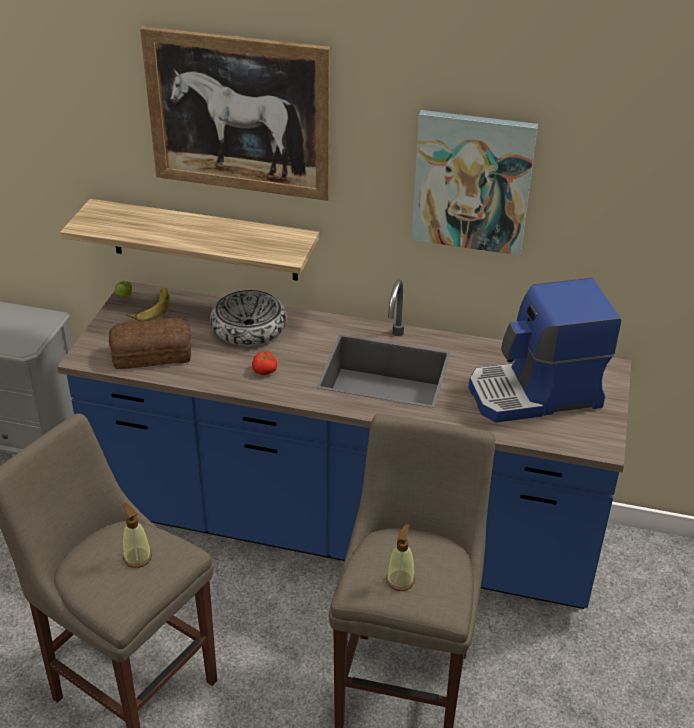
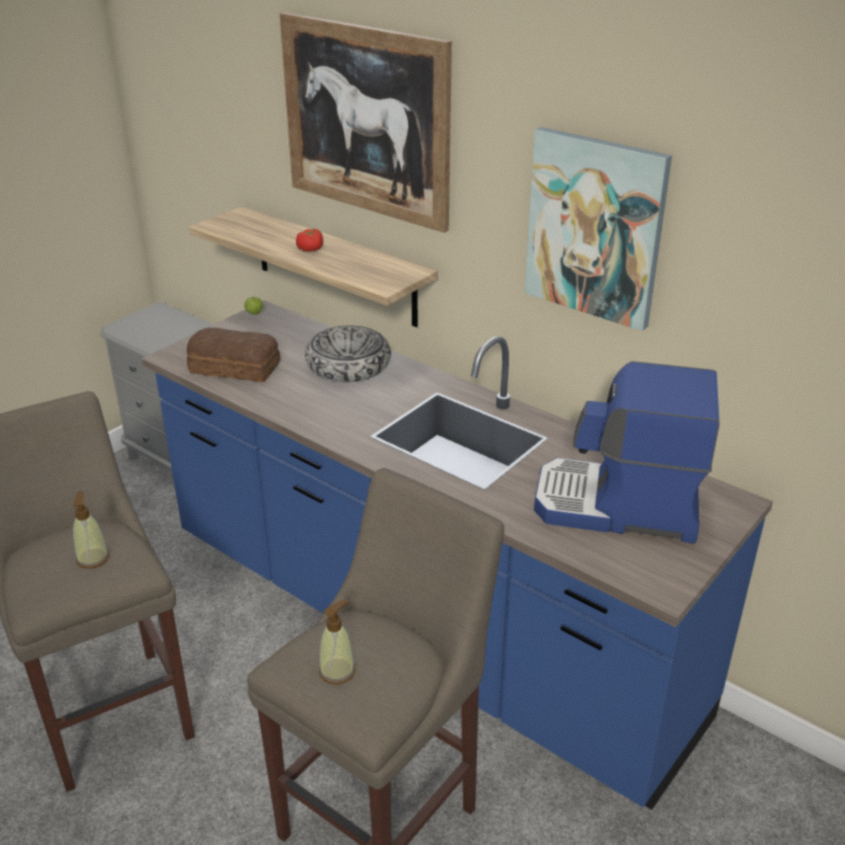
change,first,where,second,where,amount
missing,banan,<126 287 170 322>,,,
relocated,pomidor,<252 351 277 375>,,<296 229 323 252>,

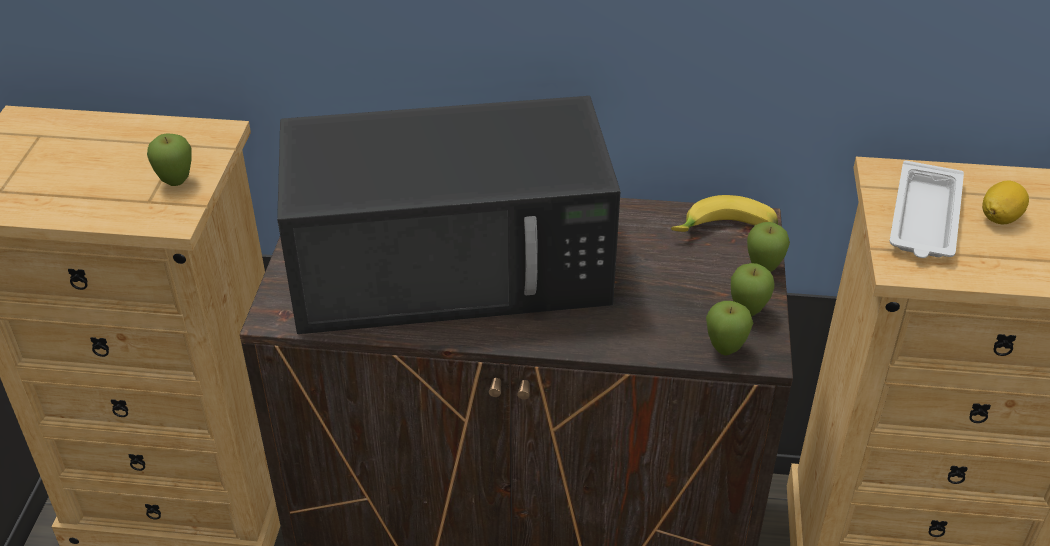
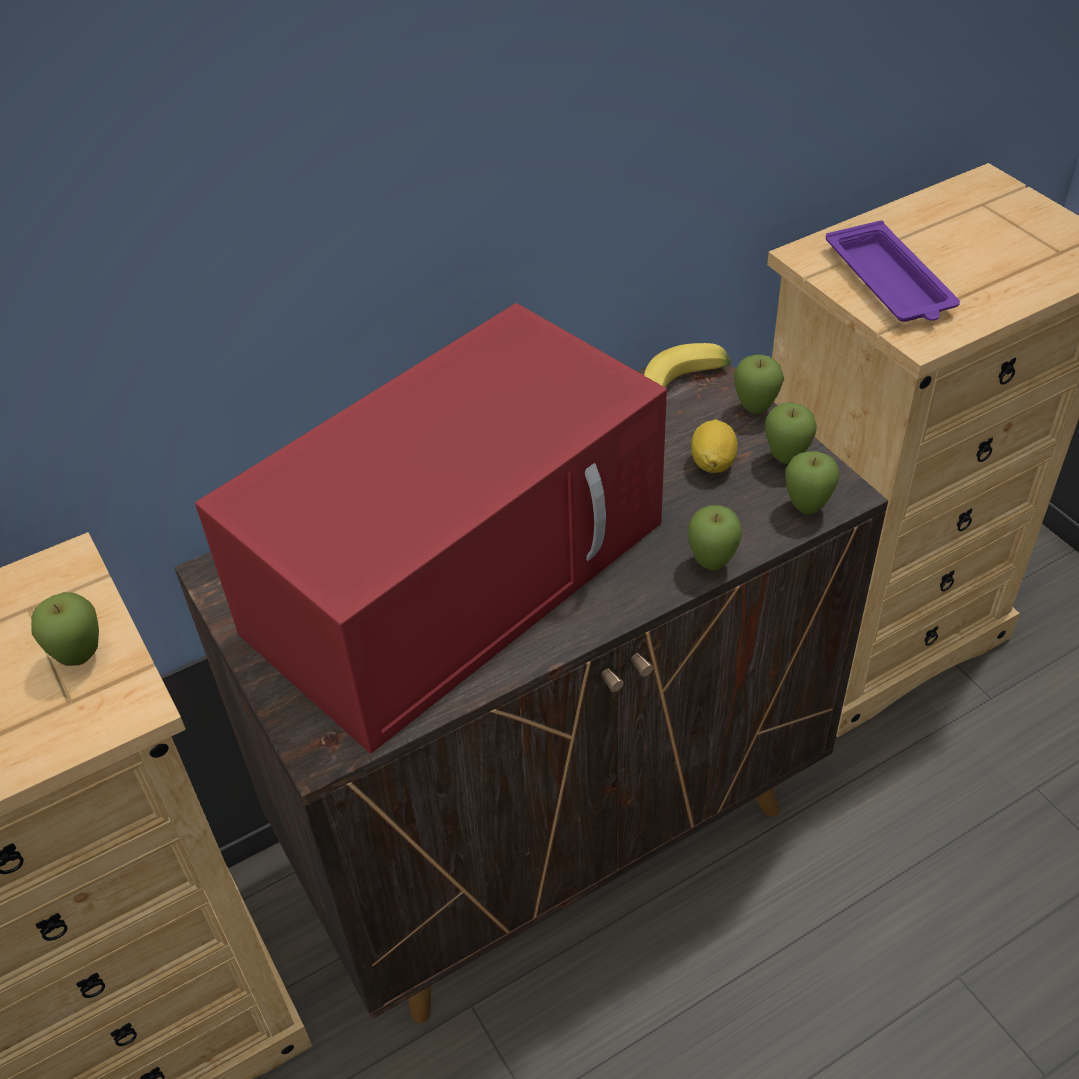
change,first,where,second,where,amount
colour,mikrofalówka [czarny],<277 96 621 334>,mikrofalówka [czerwony],<195 303 667 754>,
colour,taca [biały],<890 160 964 258>,taca [fioletowy],<826 220 960 322>,
relocated,cytryna,<982 181 1029 224>,,<691 419 738 473>,
appeared,,,jabłko,<688 505 742 570>,

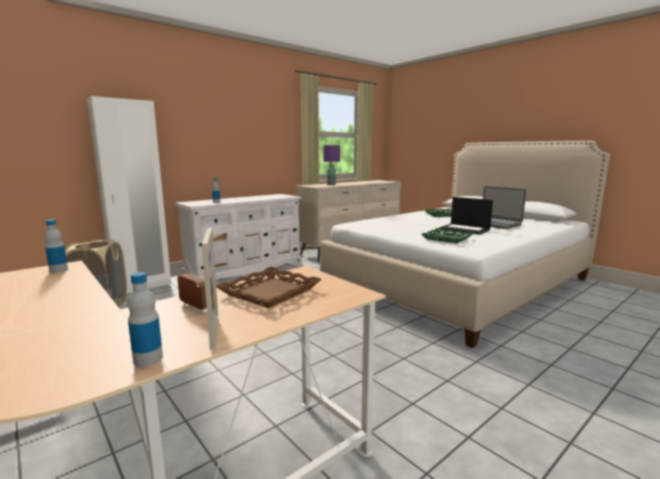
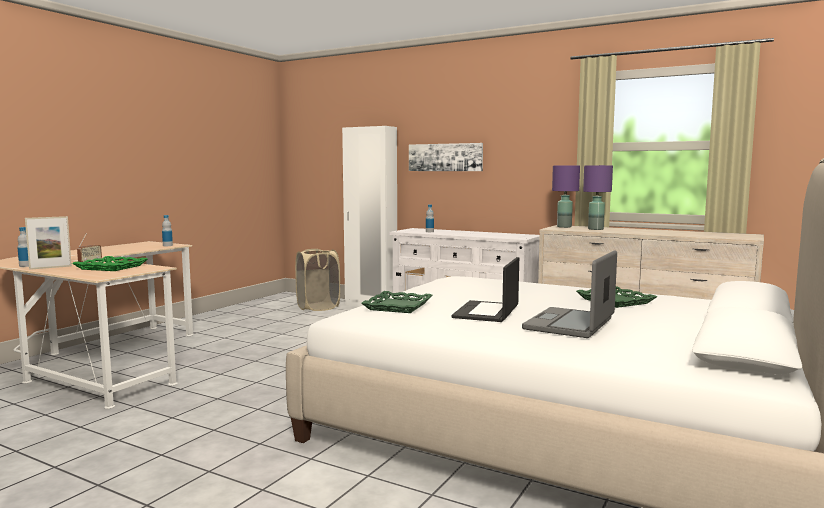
change,first,where,second,where,amount
colour,taca [brązowy],<216 267 321 308>,taca [zielony],<72 256 148 271>,
appeared,,,obraz,<409 143 483 171>,
appeared,,,lampa stołowa [fioletowy],<552 166 580 228>,

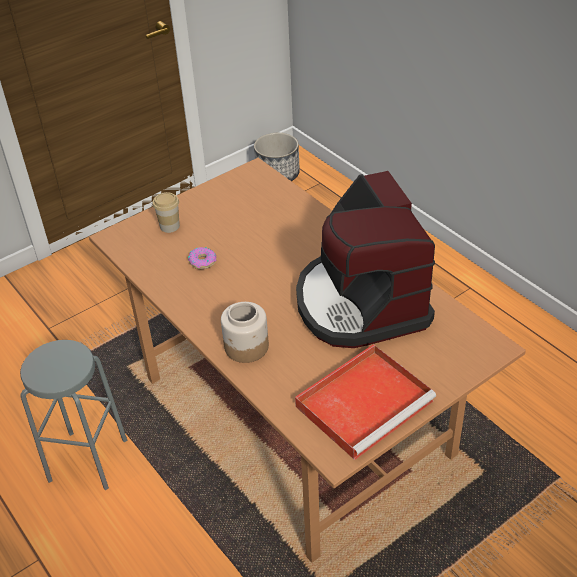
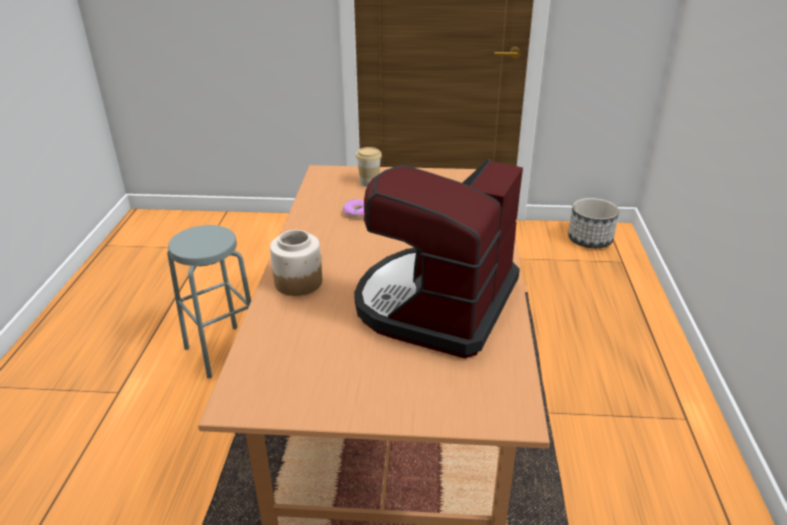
change,first,where,second,where,amount
missing,taca [czerwony],<295 344 436 460>,,,

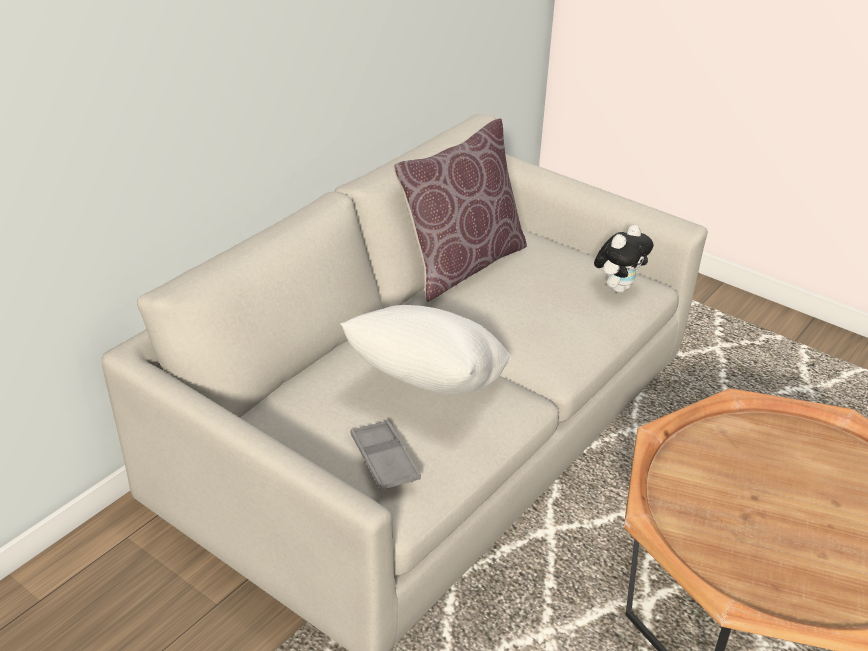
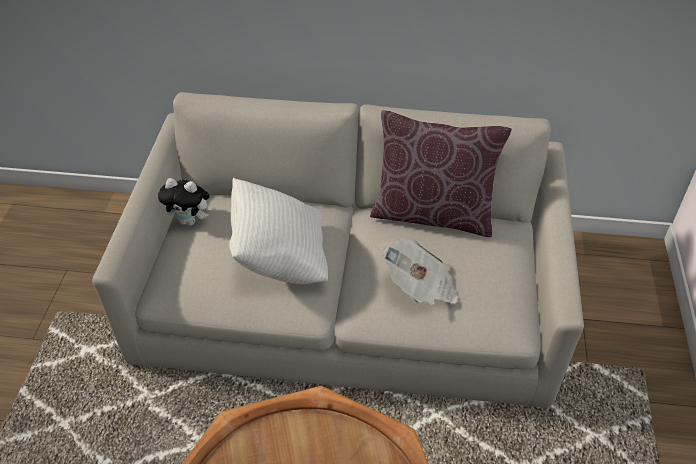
change,first,where,second,where,amount
missing,taca [szary],<351 420 421 490>,,,
relocated,pluszak,<594 225 654 293>,,<158 178 212 226>,
appeared,,,gazeta,<383 238 458 305>,

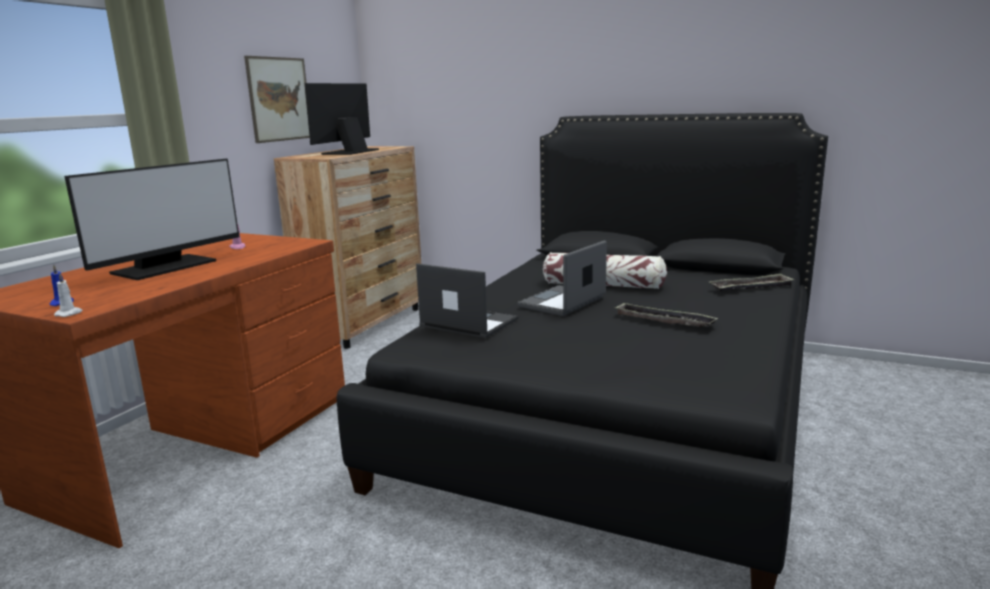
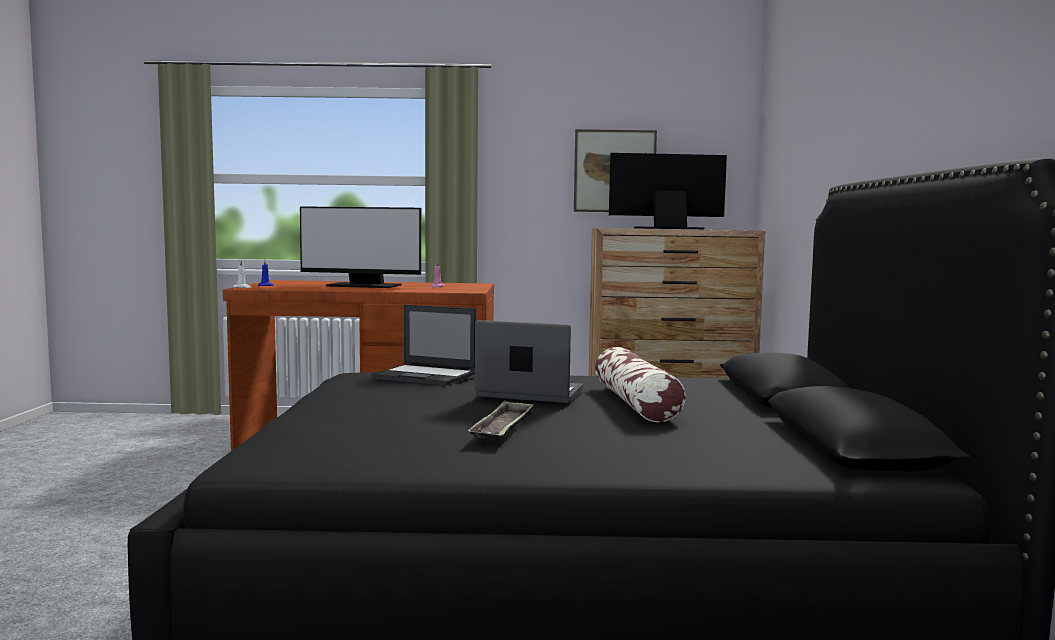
change,first,where,second,where,amount
spun,laptop,<416 263 518 338>,,<371 305 476 386>,105 degrees clockwise
missing,taca,<709 273 794 291>,,,

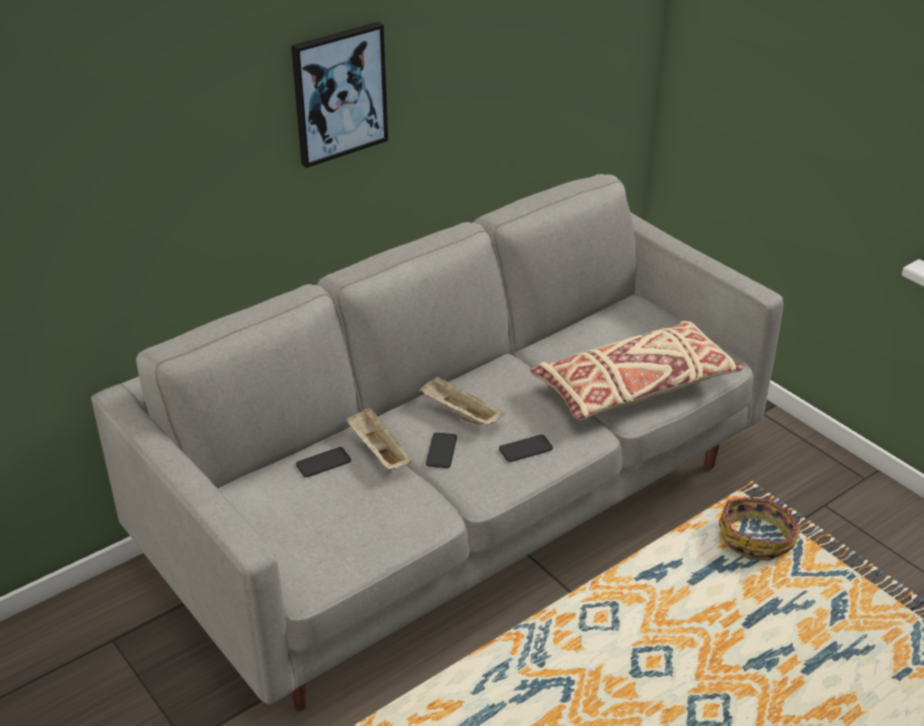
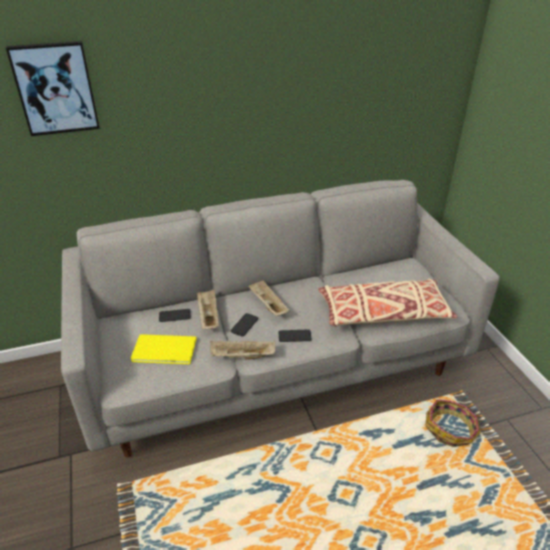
change,first,where,second,where,amount
relocated,obraz,<291 22 388 168>,,<6 41 100 136>,
appeared,,,książka [żółty],<131 334 196 364>,
appeared,,,taca [beżowy],<210 341 275 360>,

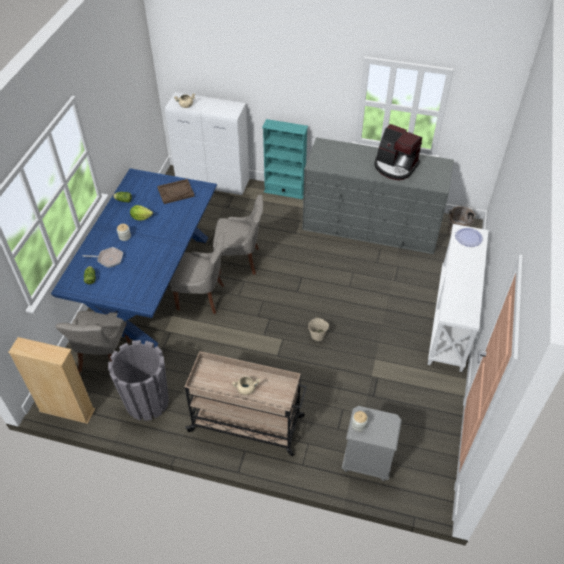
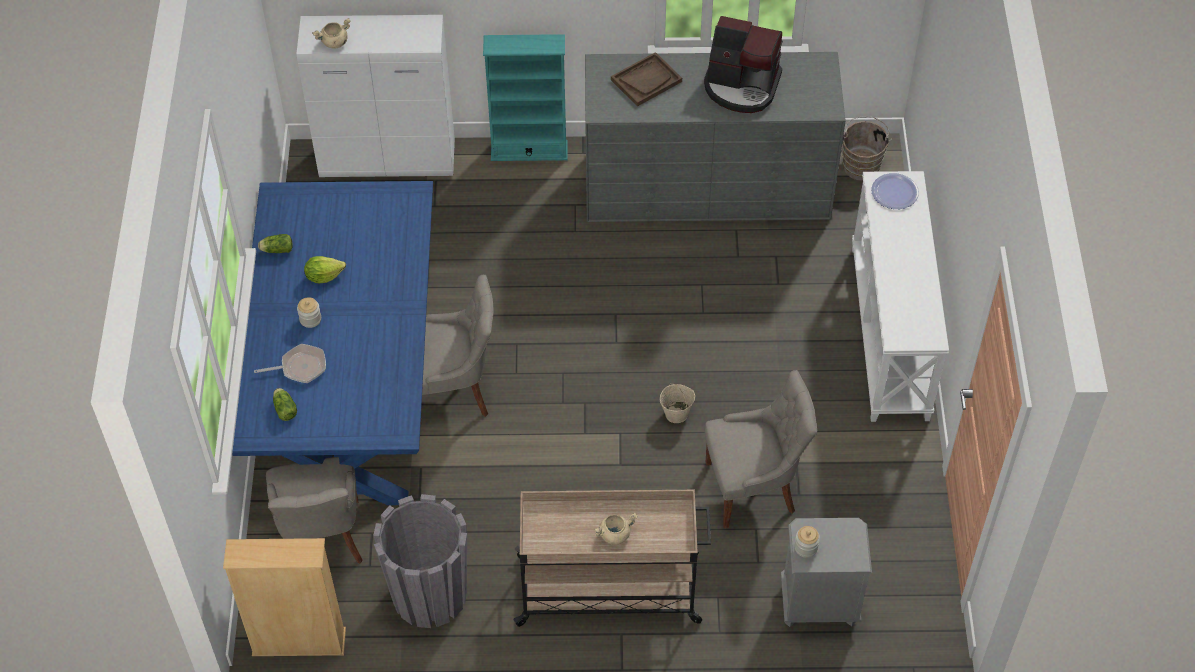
change,first,where,second,where,amount
relocated,taca [brązowy],<157 179 195 204>,,<611 52 682 107>,
relocated,krzesło [szary],<213 195 263 275>,,<705 370 817 529>,

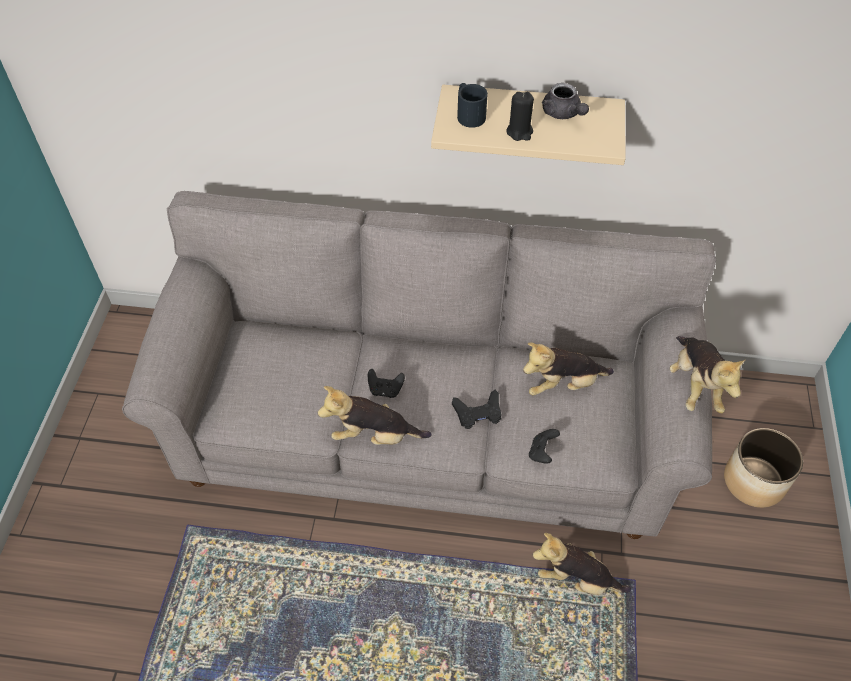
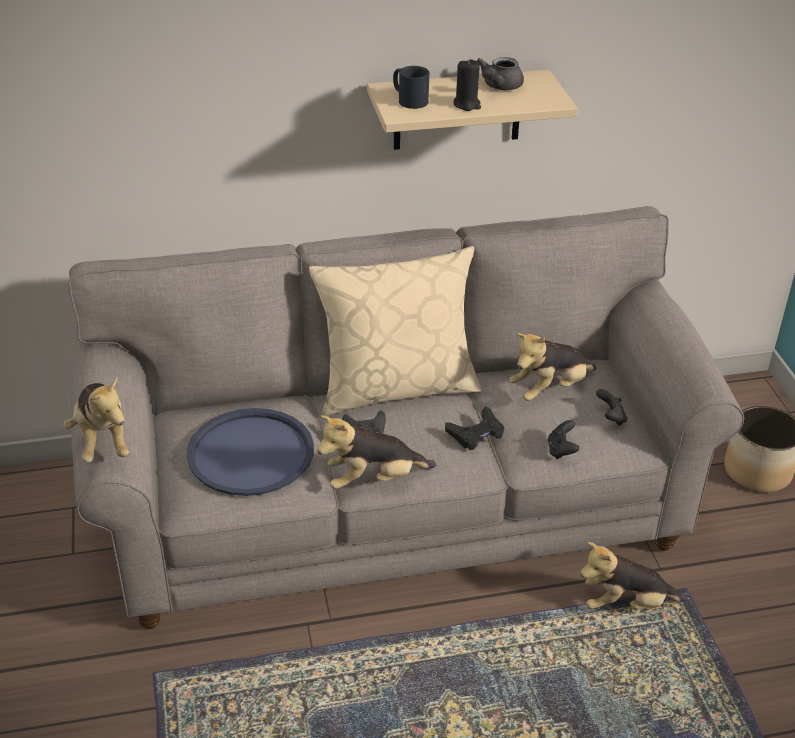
change,first,where,second,where,amount
spun,imbryk [szary],<542 83 589 119>,,<477 57 524 90>,75 degrees clockwise
relocated,pluszak,<670 336 746 413>,,<63 377 129 462>,
appeared,,,taca [niebieski],<186 408 314 496>,
appeared,,,poduszka [beżowy],<309 246 482 416>,
appeared,,,pad do gier [czarny],<596 389 627 426>,

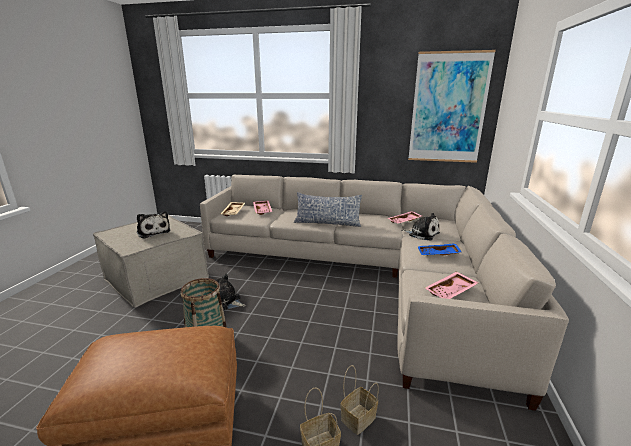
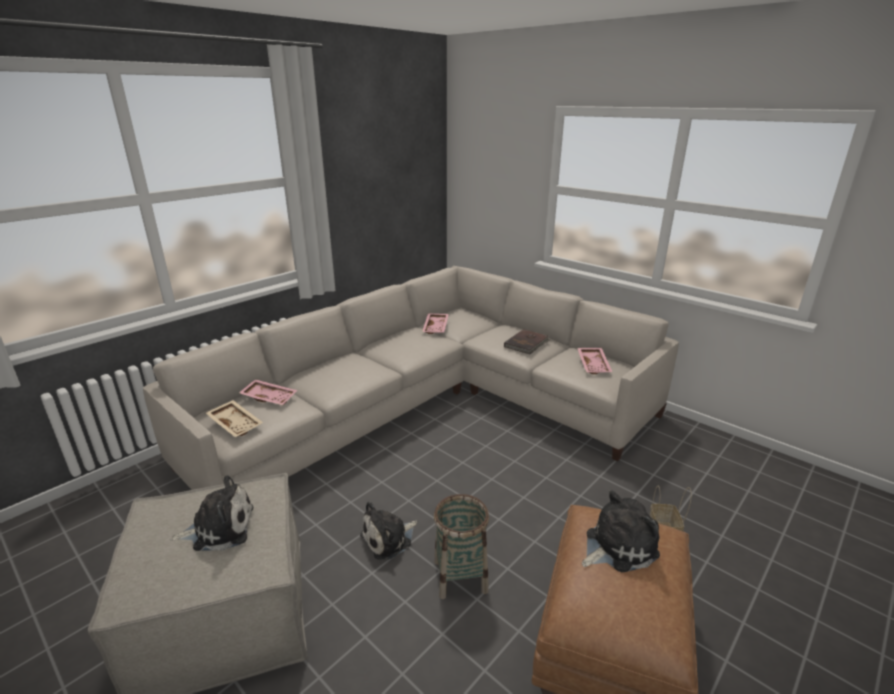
change,first,where,second,where,amount
missing,poduszka,<294 192 362 227>,,,
missing,koszyk,<340 365 379 435>,,,
relocated,pluszak,<401 213 440 240>,,<582 490 660 572>,
missing,obraz,<408 50 496 163>,,,
exchanged,taca [niebieski],<418 243 462 255>,książka [brązowy],<504 329 551 354>,

